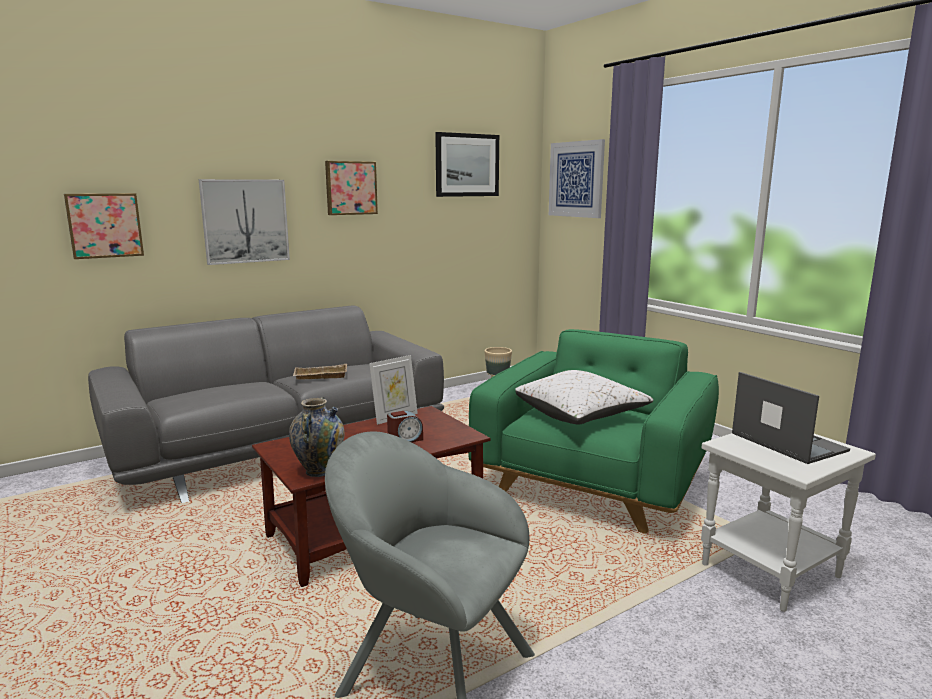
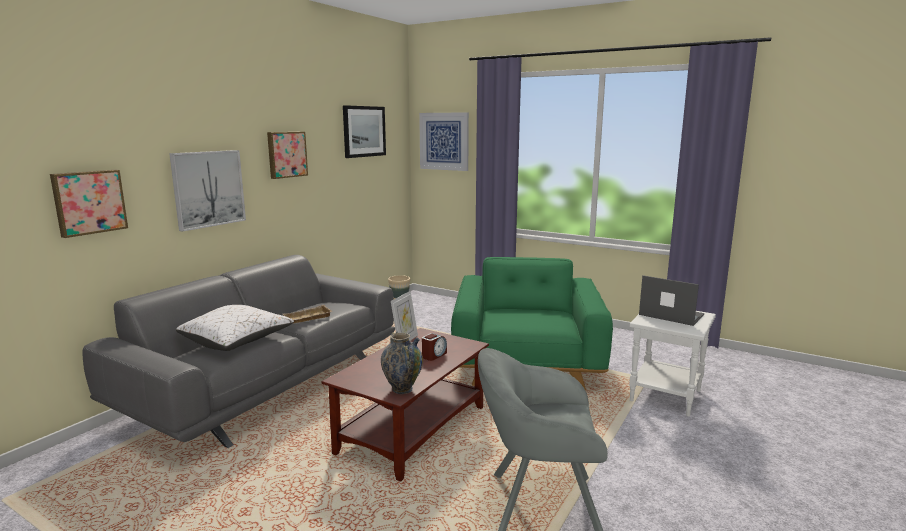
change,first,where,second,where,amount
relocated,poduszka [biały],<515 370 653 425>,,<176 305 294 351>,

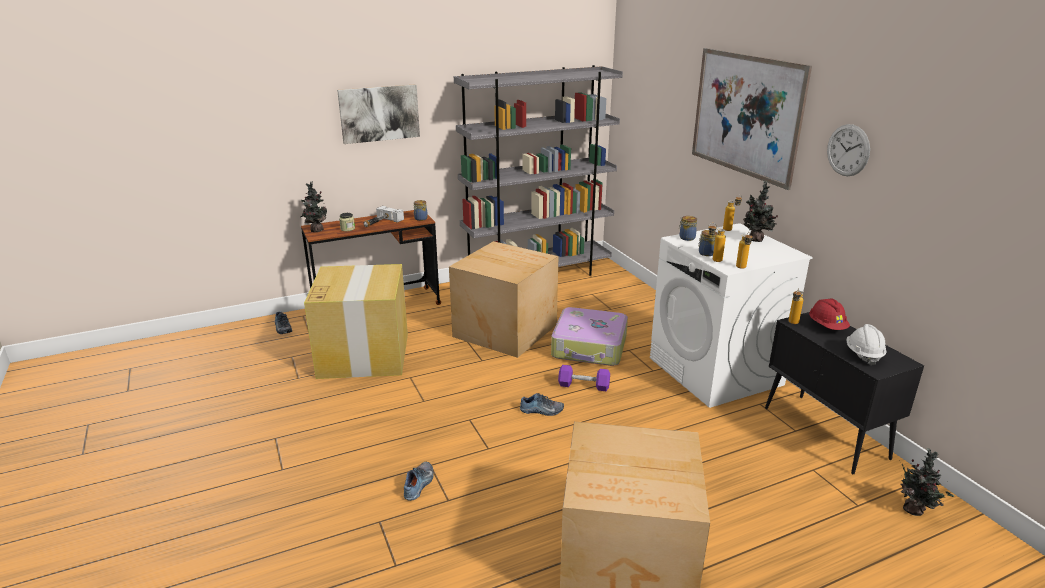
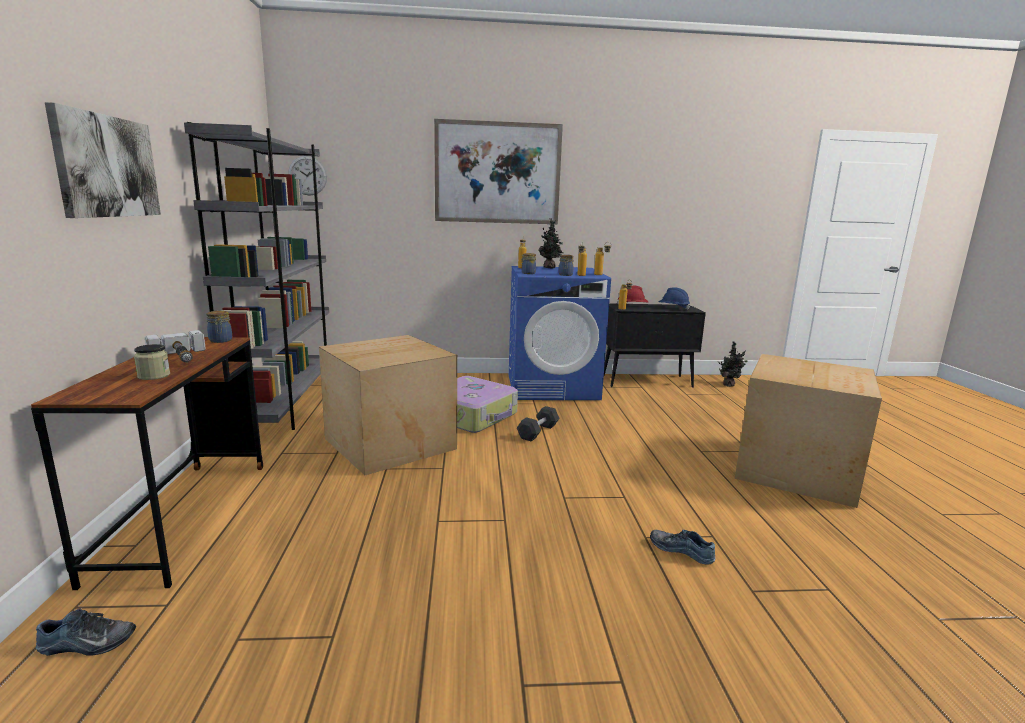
change,first,where,second,where,amount
missing,roślina doniczkowa,<300 182 327 232>,,,
missing,karton,<304 264 408 379>,,,
missing,but,<520 393 564 416>,,,
colour,hantel [fioletowy],<558 365 610 391>,hantel [czarny],<517 406 560 441>,
colour,pralka [biały],<650 223 813 408>,pralka [niebieski],<509 266 611 400>,
relocated,zegar ścienny,<827 124 870 176>,,<288 156 327 196>,
colour,kask [biały],<846 324 886 366>,kask [niebieski],<658 287 690 310>,

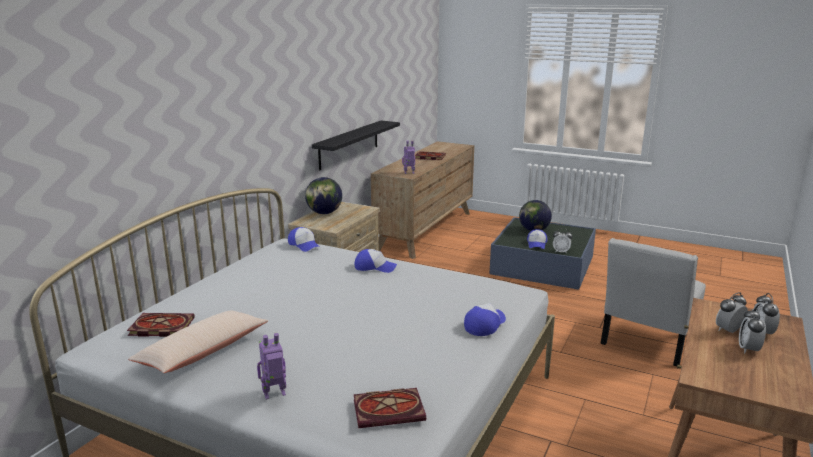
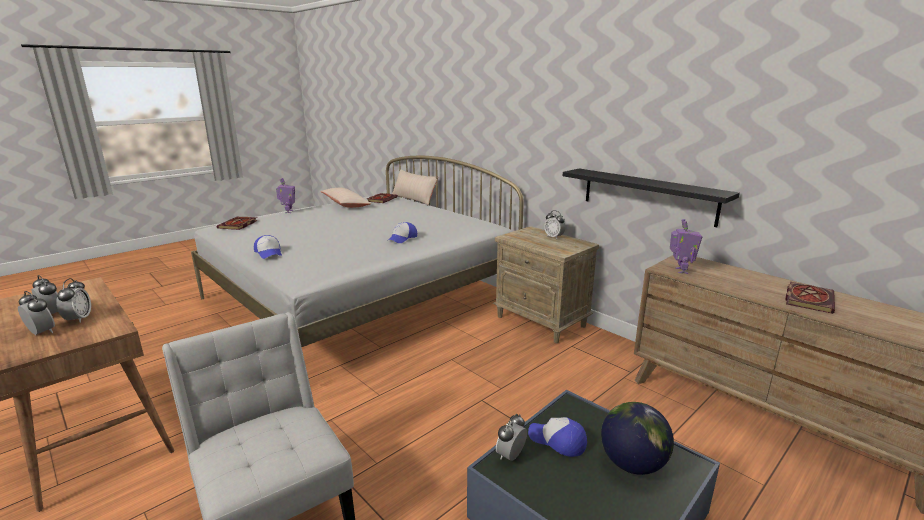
change,first,where,second,where,amount
missing,czapka z daszkiem,<288 227 319 252>,,,
exchanged,globus,<305 177 342 214>,budzik,<544 211 566 239>,
appeared,,,poduszka [beżowy],<392 169 438 205>,

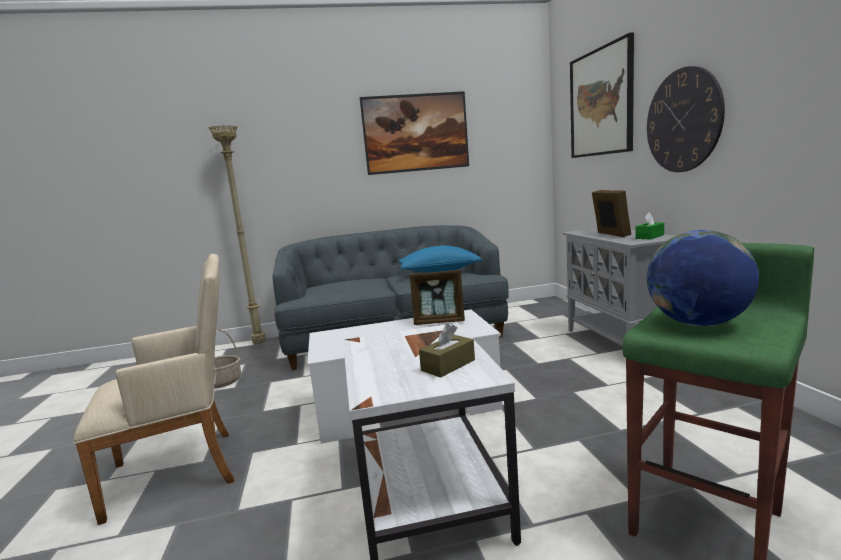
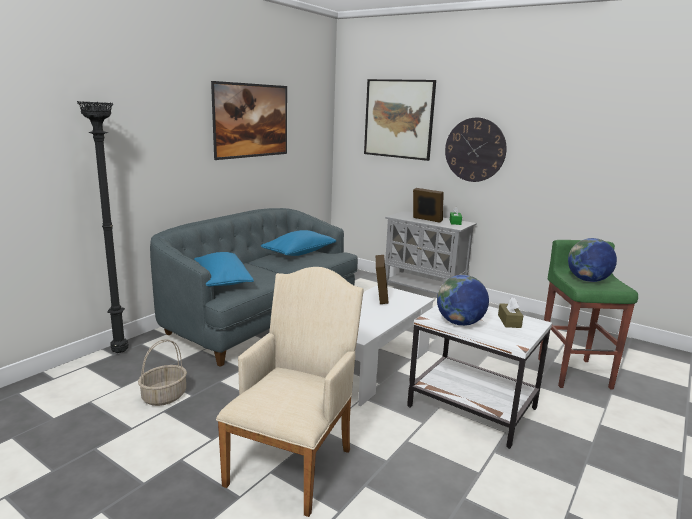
change,first,where,second,where,amount
colour,lampa stojąca [beżowy],<209 125 266 344>,lampa stojąca [czarny],<77 101 129 353>,
spun,ramka na zdjęcie,<410 270 465 325>,,<376 255 389 304>,45 degrees counterclockwise
appeared,,,poduszka [niebieski],<194 252 254 286>,
appeared,,,globus,<437 275 489 326>,

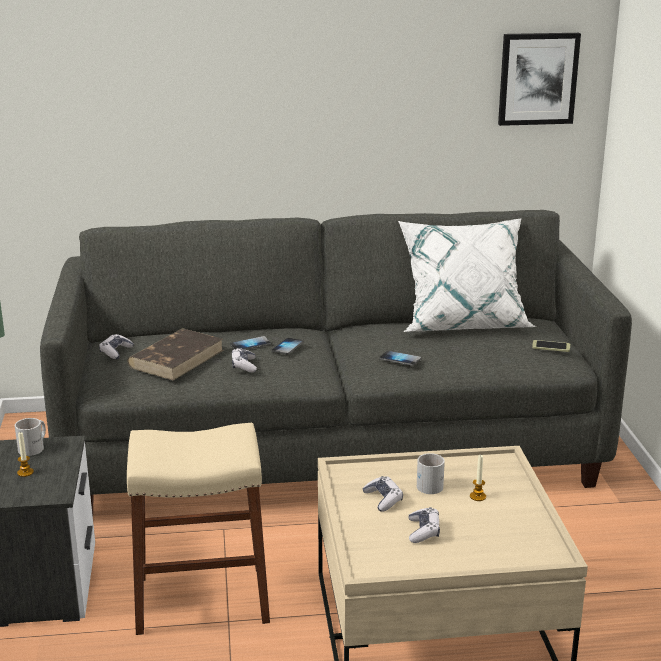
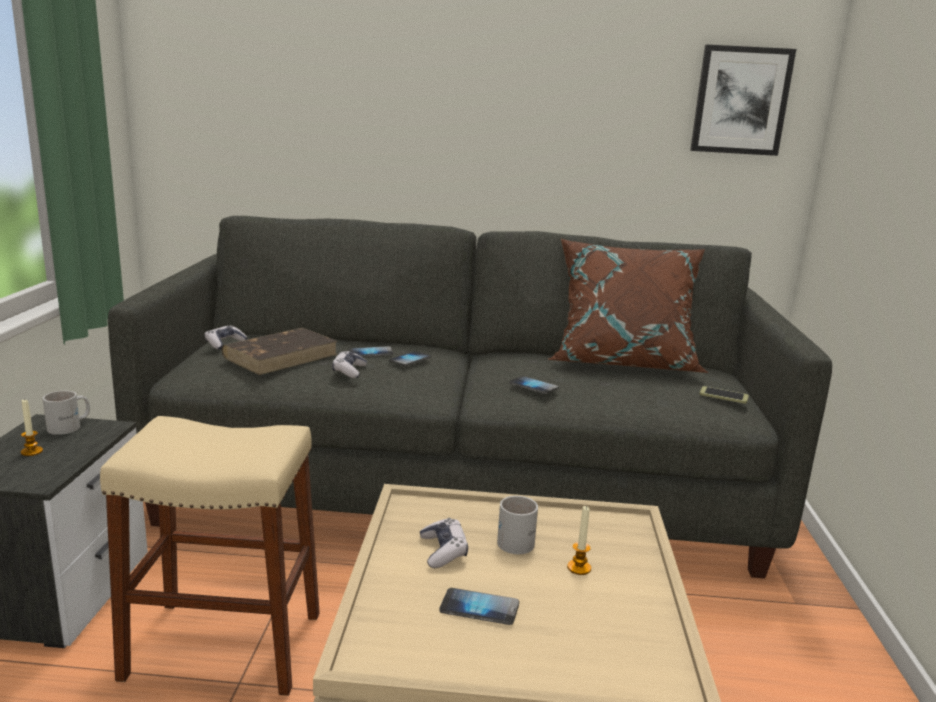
change,first,where,second,where,amount
colour,poduszka [biały],<398 219 536 332>,poduszka [brązowy],<548 239 709 373>,
exchanged,pad do gier,<409 507 440 543>,telefon,<439 588 519 625>,

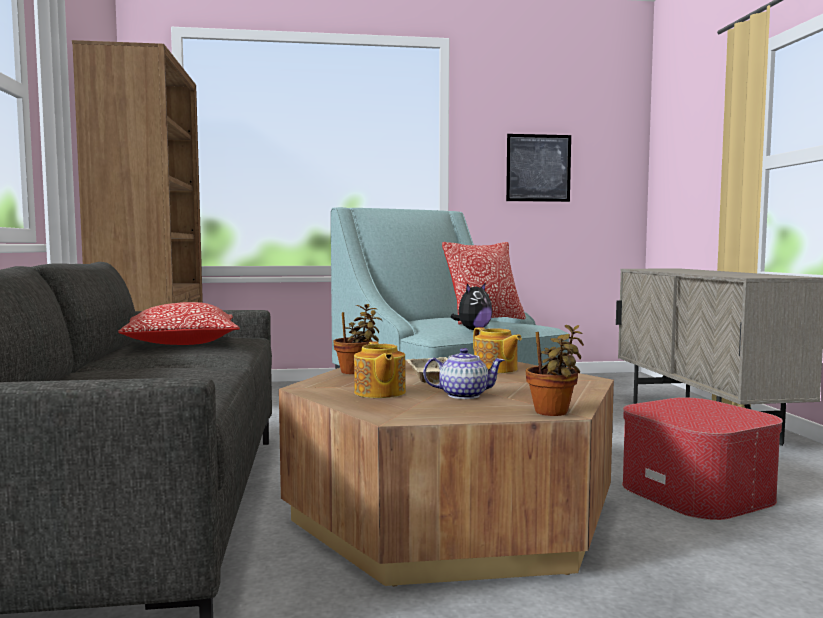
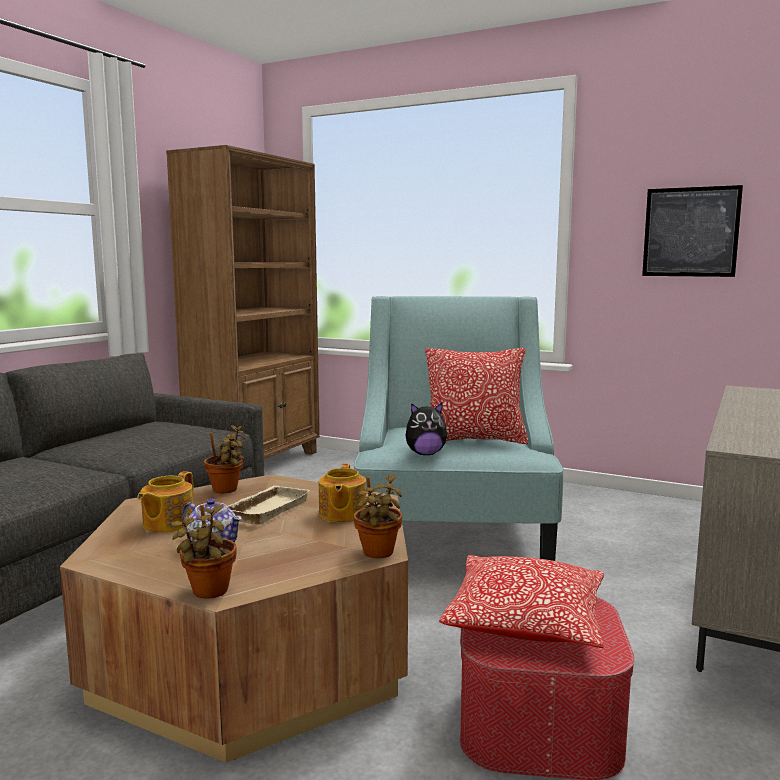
change,first,where,second,where,amount
relocated,poduszka,<118 302 240 345>,,<439 555 604 648>,
appeared,,,roślina doniczkowa,<353 474 402 558>,

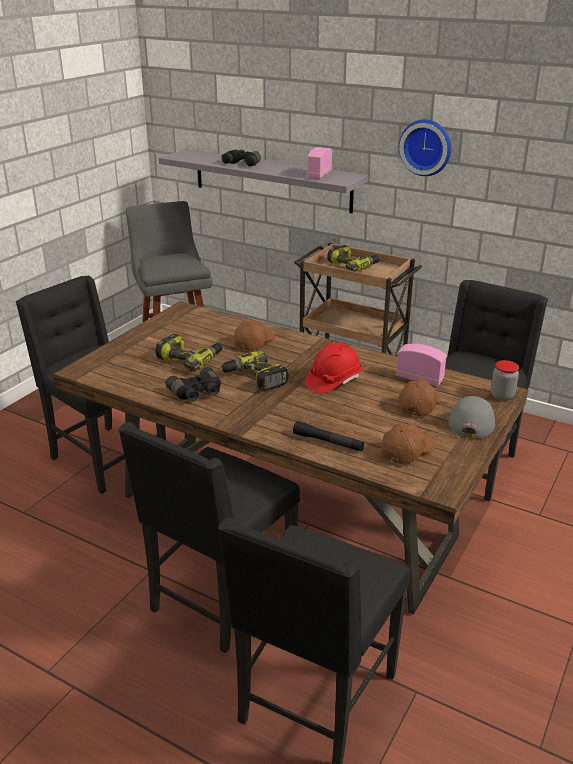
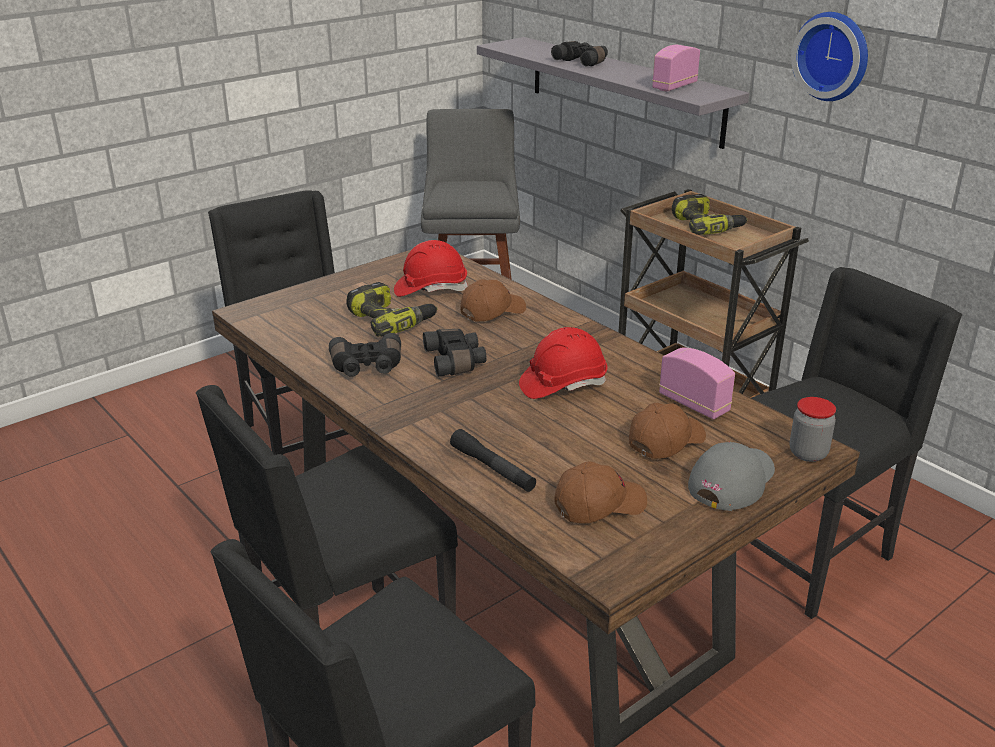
change,first,where,second,where,amount
exchanged,wiertarka,<220 351 289 391>,lornetka [czarny],<423 329 487 376>,
appeared,,,kask [czerwony],<394 240 468 297>,

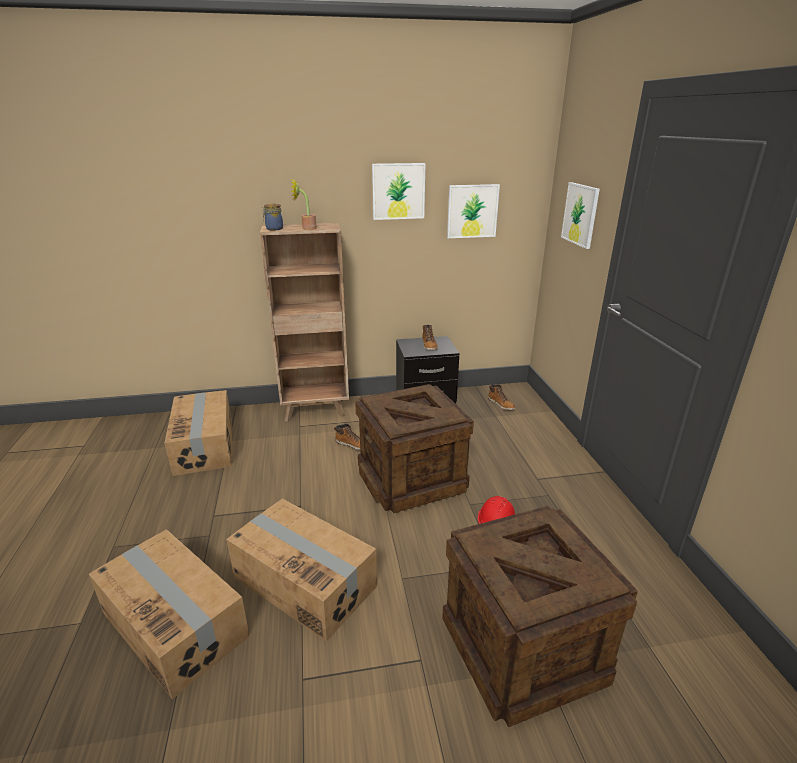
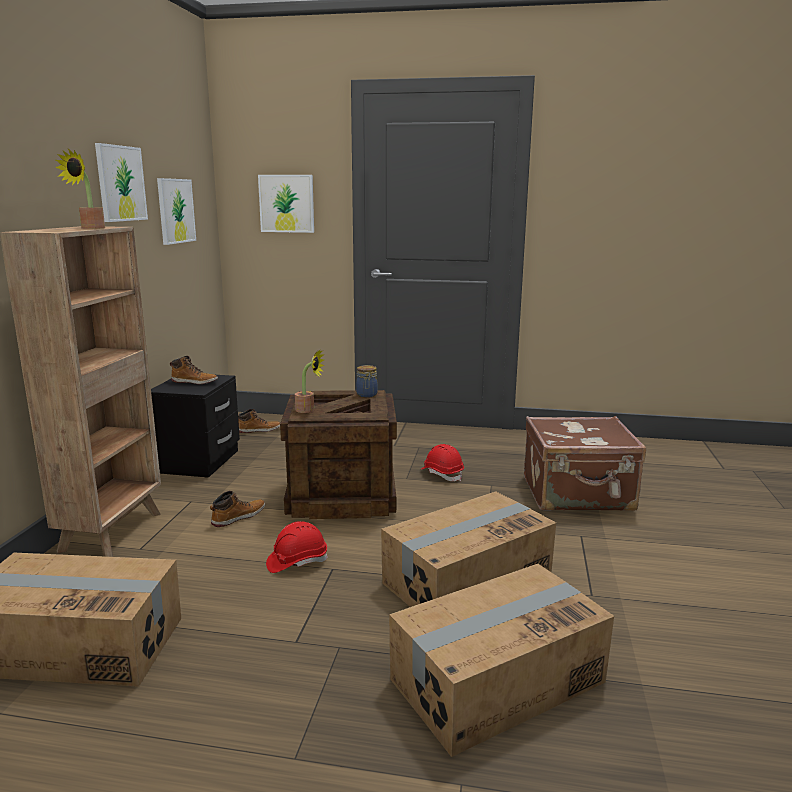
change,first,where,second,where,amount
relocated,słoik,<262 203 283 230>,,<356 365 378 398>,
exchanged,skrzynka,<442 506 638 727>,walizka [brązowy],<524 416 646 511>,
appeared,,,kask [czerwony],<266 521 328 573>,
appeared,,,roślina doniczkowa,<295 349 325 413>,

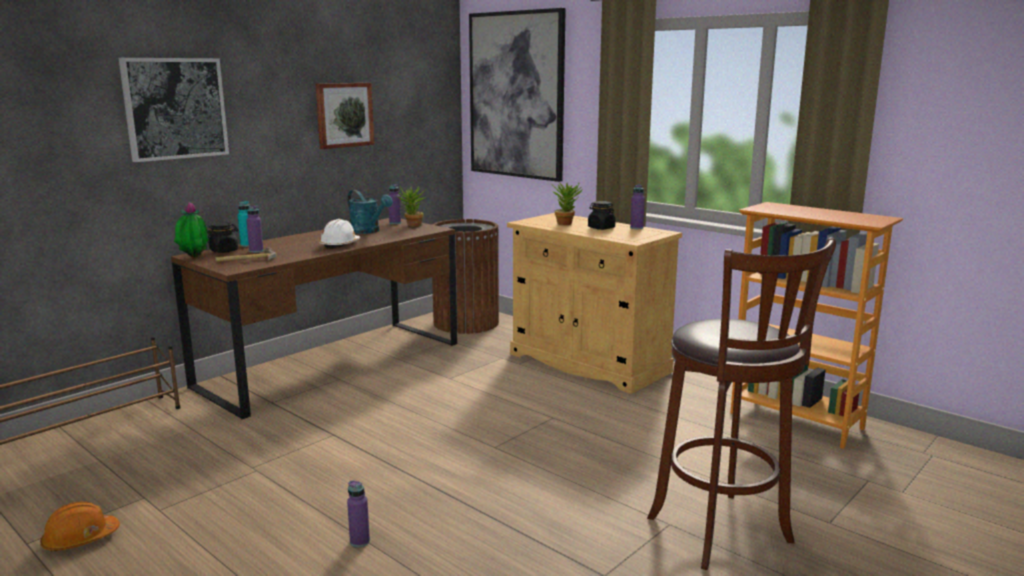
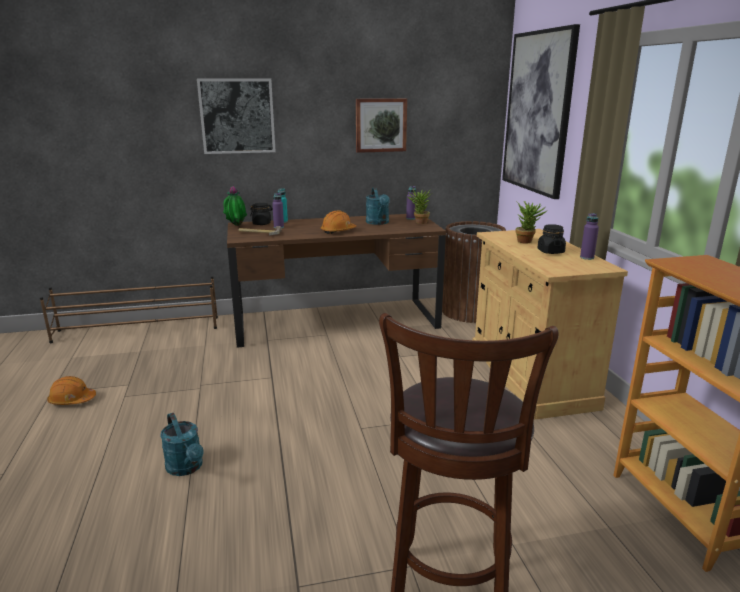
change,first,where,second,where,amount
colour,kask [biały],<319 219 360 249>,kask [pomarańczowy],<320 210 356 234>,
exchanged,butelka [fioletowy],<347 480 370 547>,konewka [turkusowy],<160 413 203 476>,

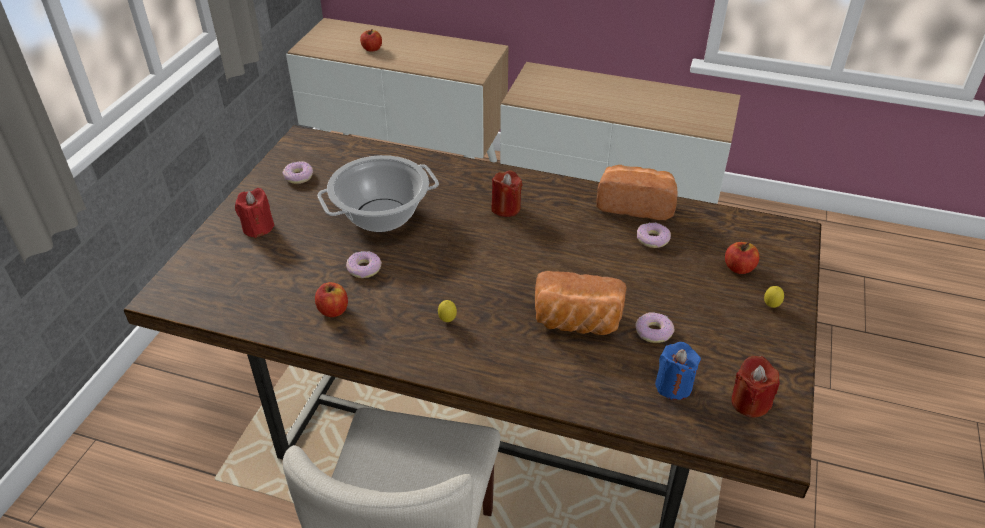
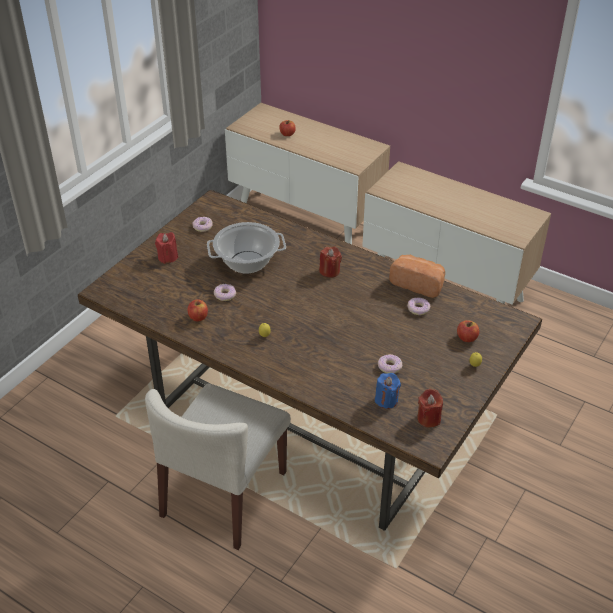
change,first,where,second,where,amount
missing,chleb,<535 271 627 335>,,,

